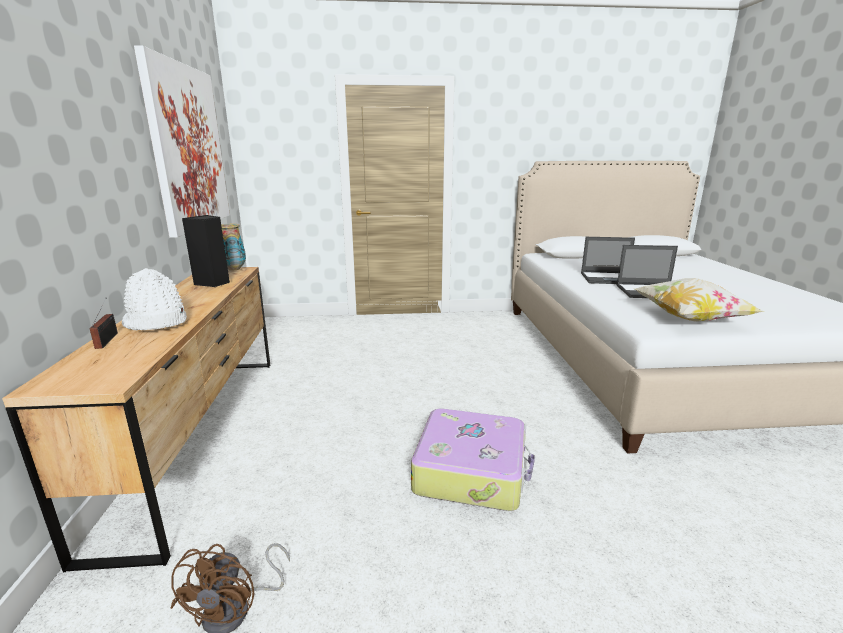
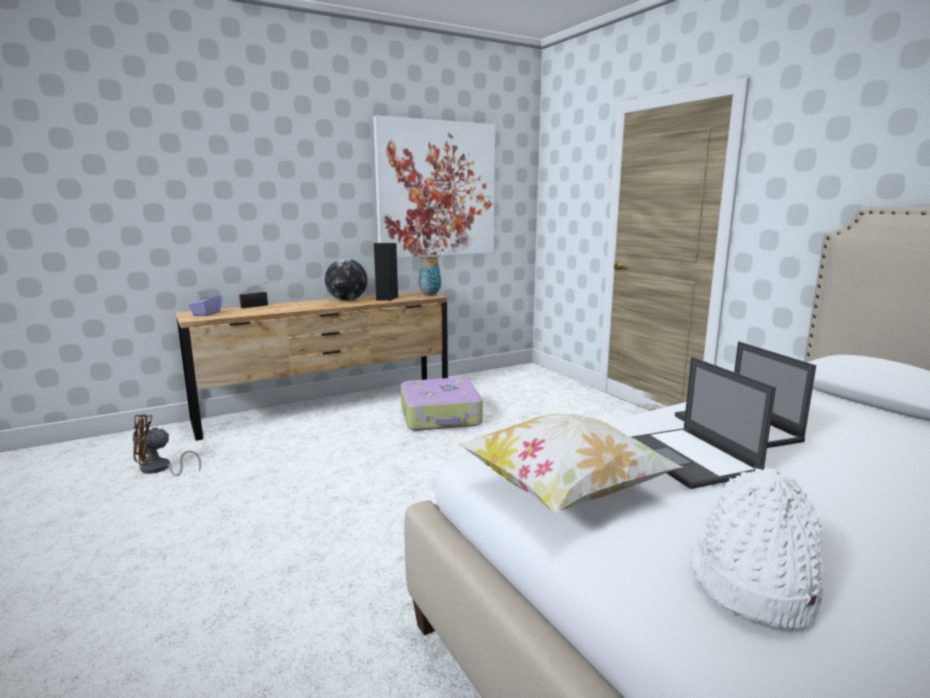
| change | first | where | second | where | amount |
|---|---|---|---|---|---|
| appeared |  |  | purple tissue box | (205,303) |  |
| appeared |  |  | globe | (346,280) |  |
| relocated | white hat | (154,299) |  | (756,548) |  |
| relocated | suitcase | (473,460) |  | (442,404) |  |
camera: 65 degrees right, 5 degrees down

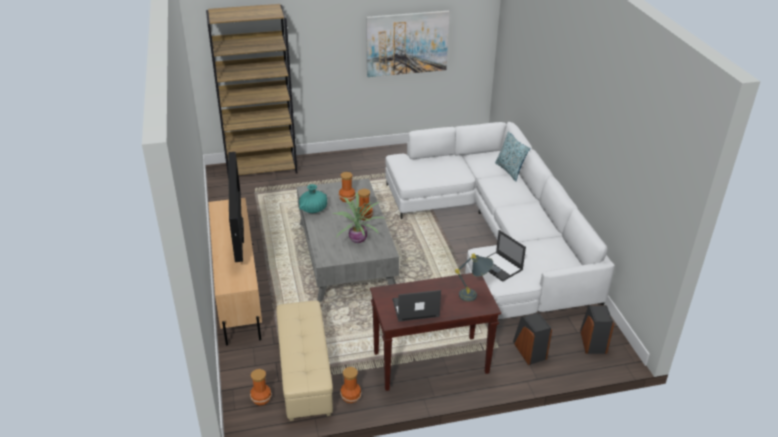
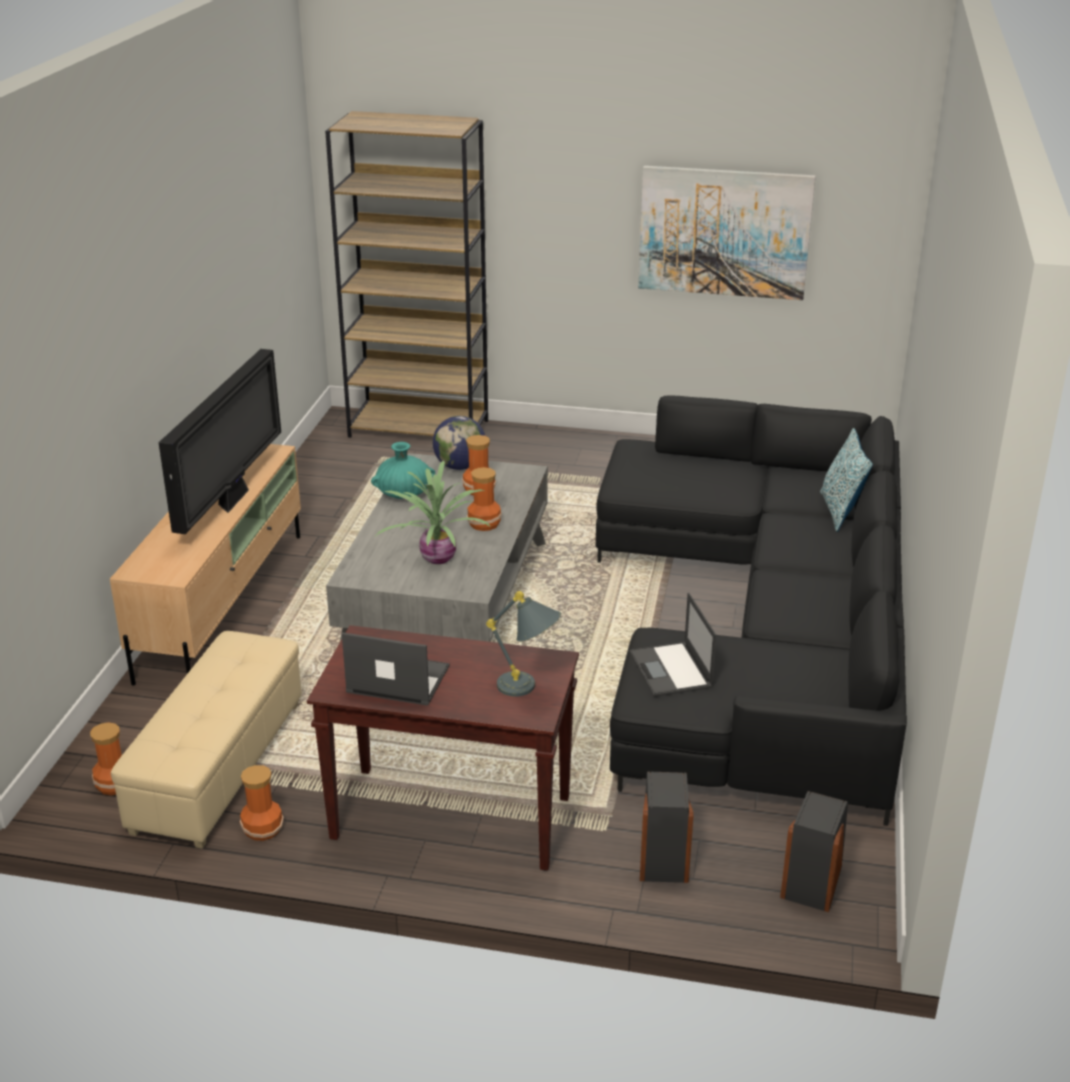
| change | first | where | second | where | amount |
|---|---|---|---|---|---|
| appeared |  |  | globe | (459,443) |  |
| colour | white sofa | (500,221) | black sofa | (751,610) |  |
camera: 25 degrees right, 5 degrees down

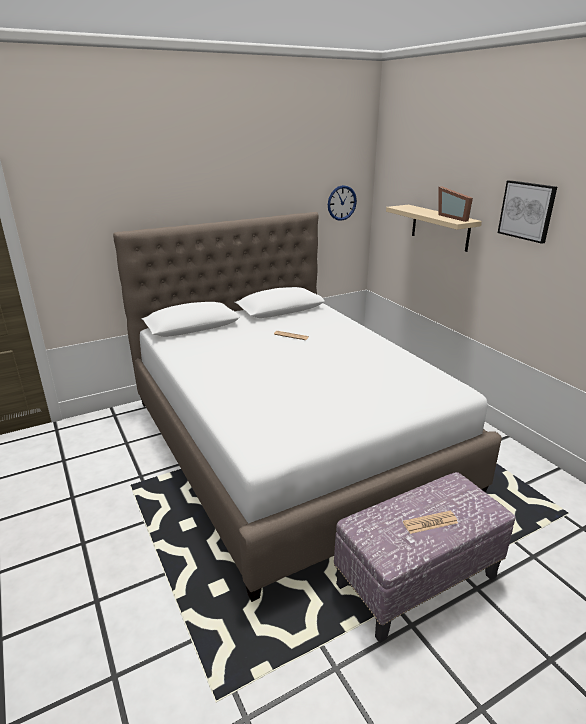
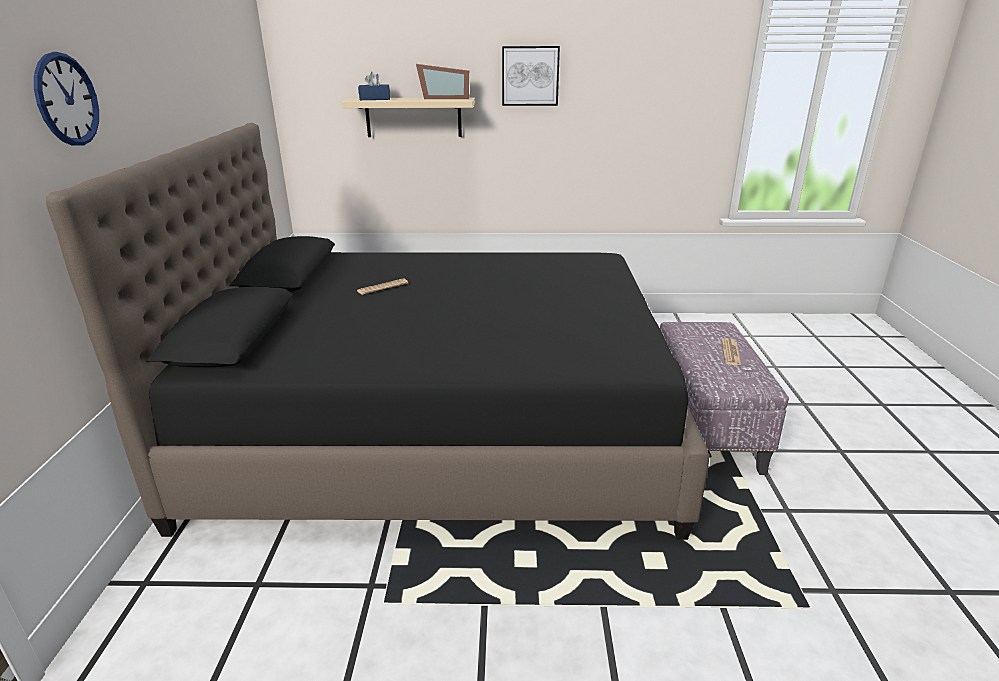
| change | first | where | second | where | amount |
|---|---|---|---|---|---|
| appeared |  |  | blue tissue box | (374,86) |  |
| relocated | wall clock | (342,203) |  | (66,99) |  |
| colour | white bed | (307,407) | black bed | (377,331) |  |
camera: 60 degrees left, 0 degrees up

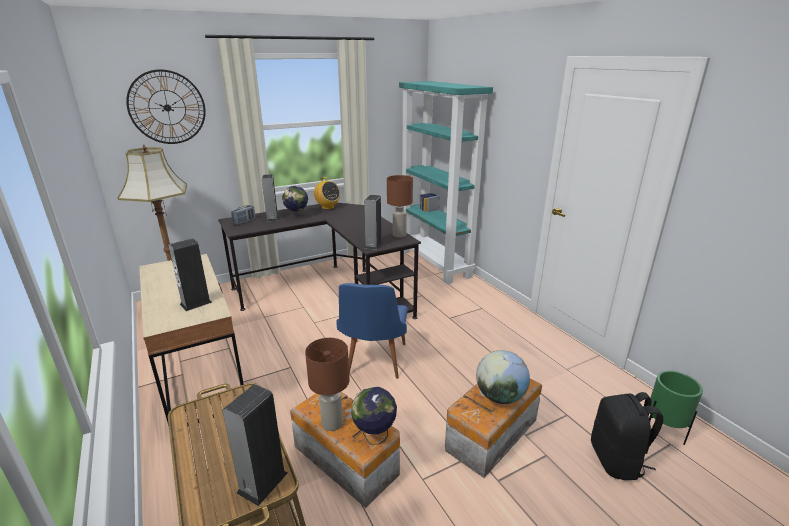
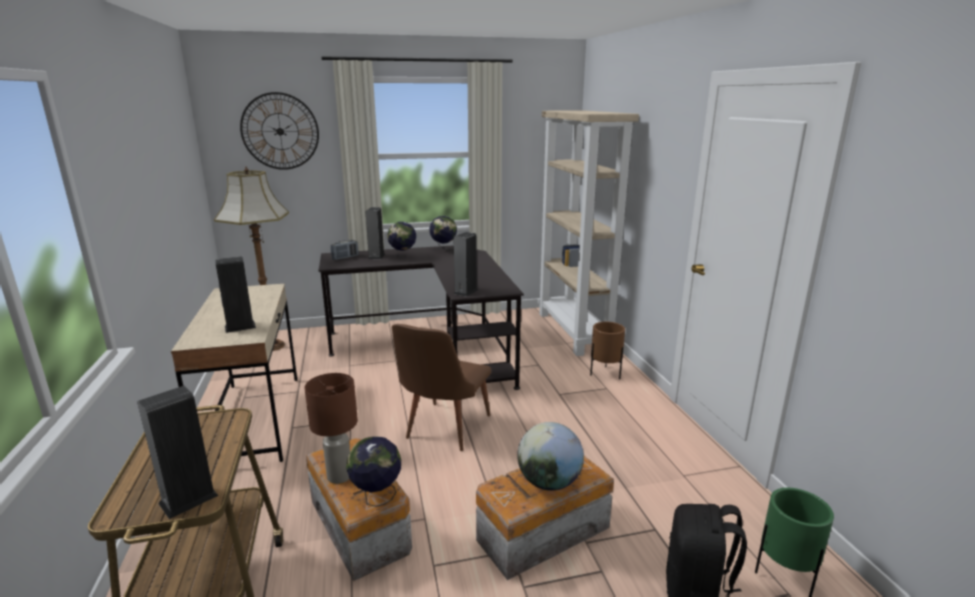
| change | first | where | second | where | amount |
|---|---|---|---|---|---|
| missing | brown table lamp | (400,206) |  |  |  |
| appeared |  |  | brown planter | (607,351) |  |
| exchanged | radio | (327,193) | globe | (443,233) |  |
| colour | blue chair | (372,331) | brown chair | (441,387) |  |
| colour | turquoise bookcase | (446,182) | beige bookcase | (588,233) |  |
camera: 15 degrees right, 5 degrees down

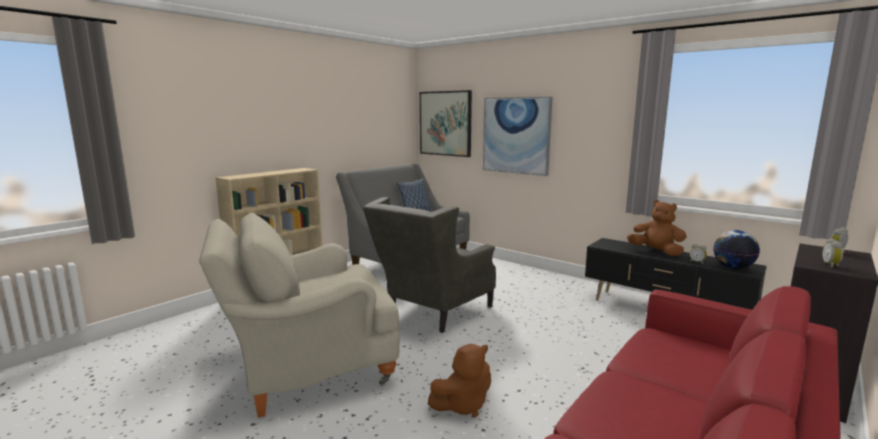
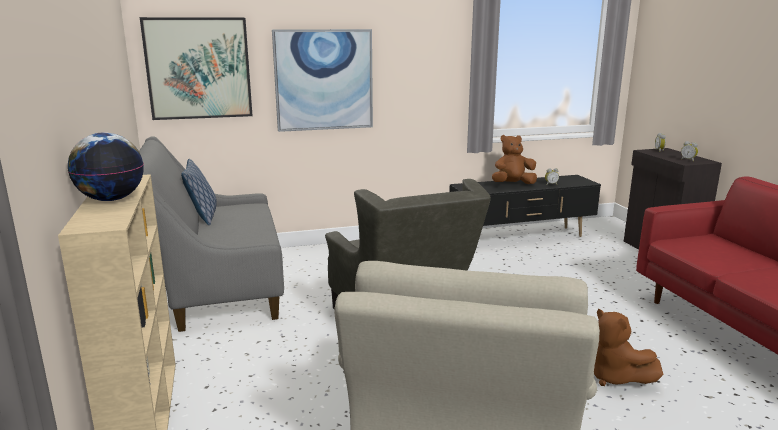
| change | first | where | second | where | amount |
|---|---|---|---|---|---|
| relocated | globe | (737,249) |  | (106,166) |  |
| spun | brown plush toy | (459,381) |  | (629,347) | 135 degrees clockwise |
camera: 55 degrees left, 5 degrees up

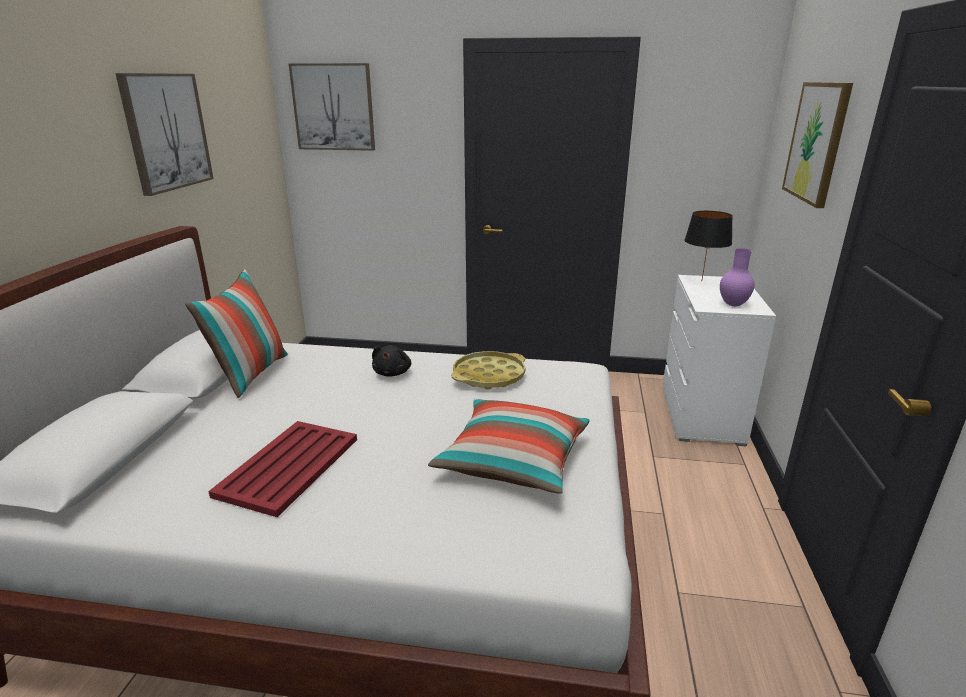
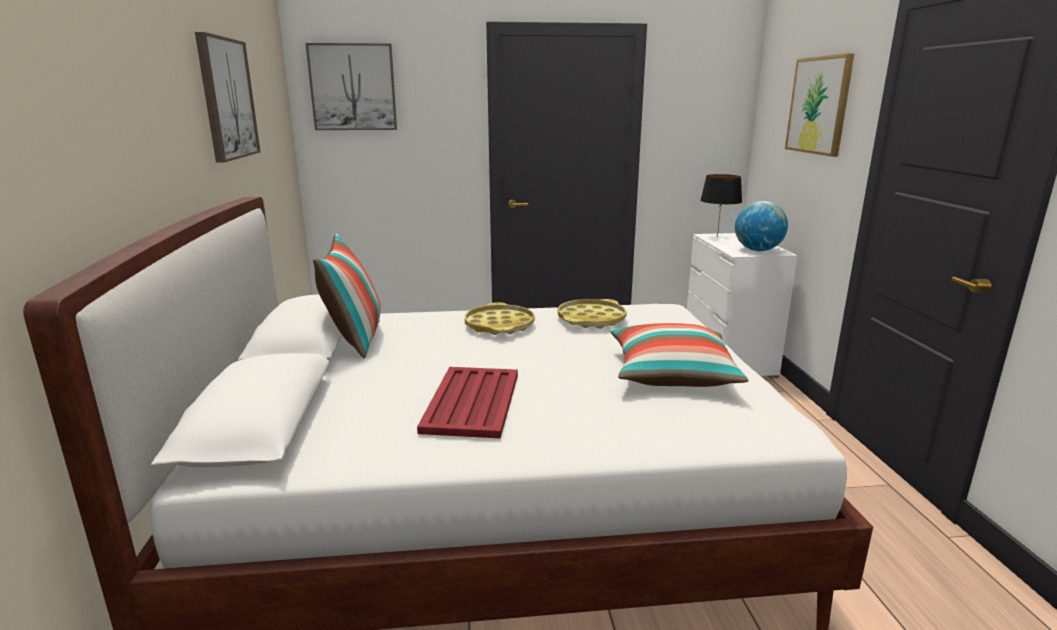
| change | first | where | second | where | amount |
|---|---|---|---|---|---|
| exchanged | black plush toy | (391,361) | yellow tray | (499,319) |  |
| exchanged | purple vase | (737,277) | globe | (761,226) |  |
camera: 15 degrees left, 5 degrees down

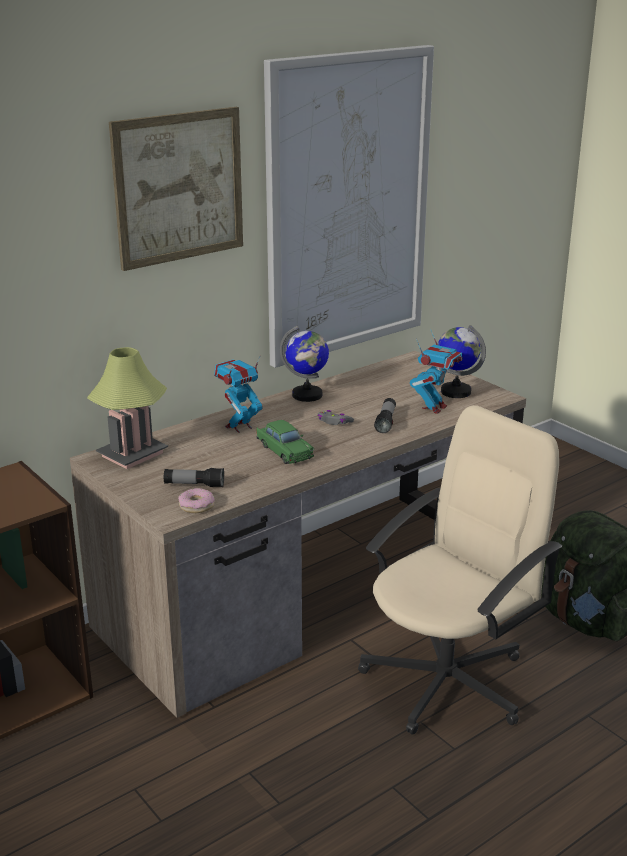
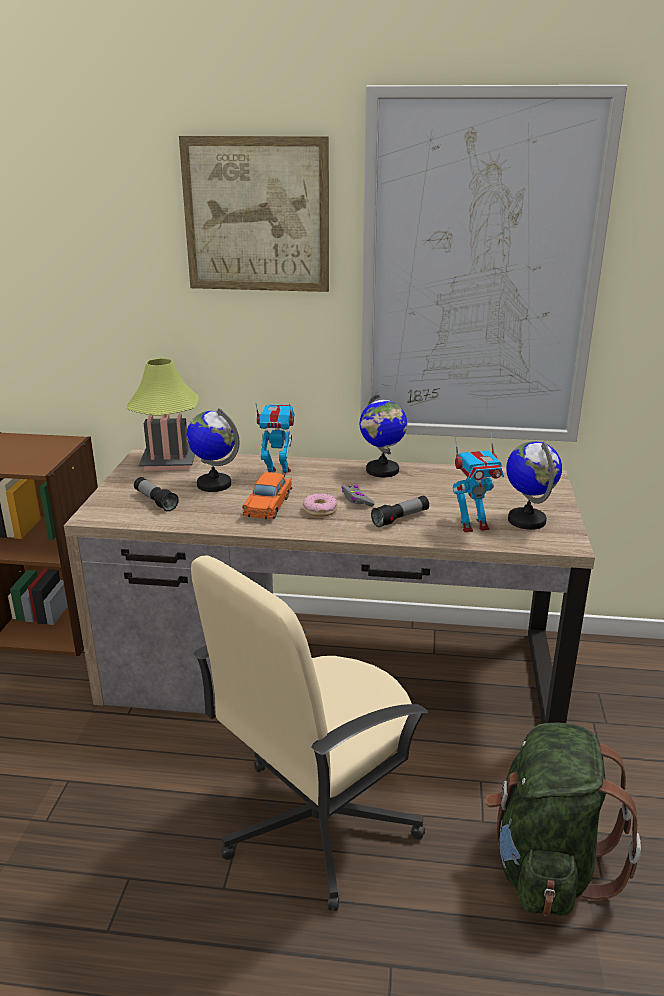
| change | first | where | second | where | amount |
|---|---|---|---|---|---|
| appeared |  |  | globe | (212,450) |  |
| relocated | donut | (196,500) |  | (320,505) |  |
| colour | green toy car | (285,442) | orange toy car | (267,495) |  |
| spun | beige office chair | (460,570) |  | (309,733) | 135 degrees clockwise |
camera: 45 degrees right, 0 degrees up

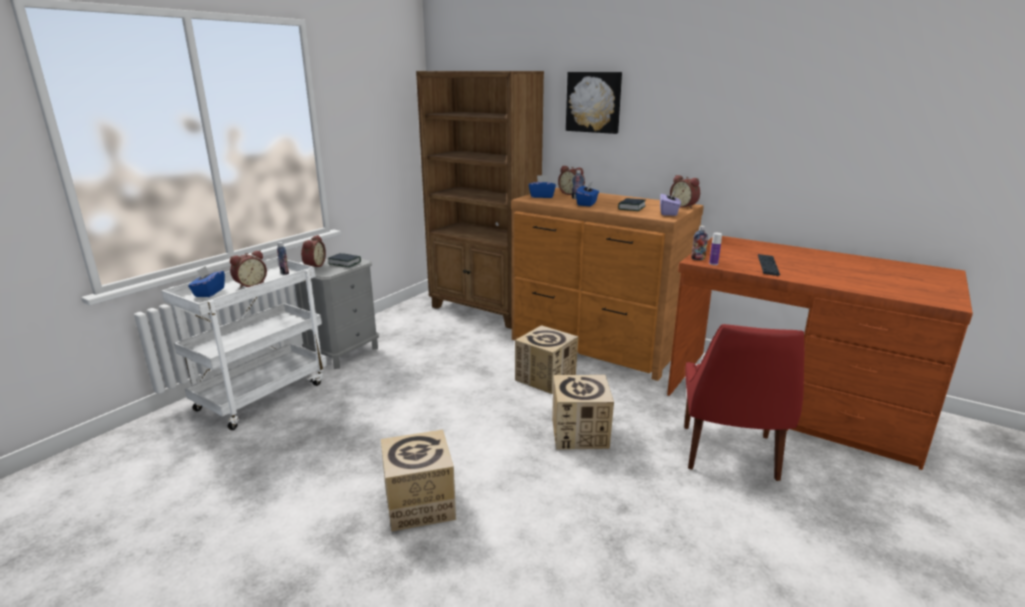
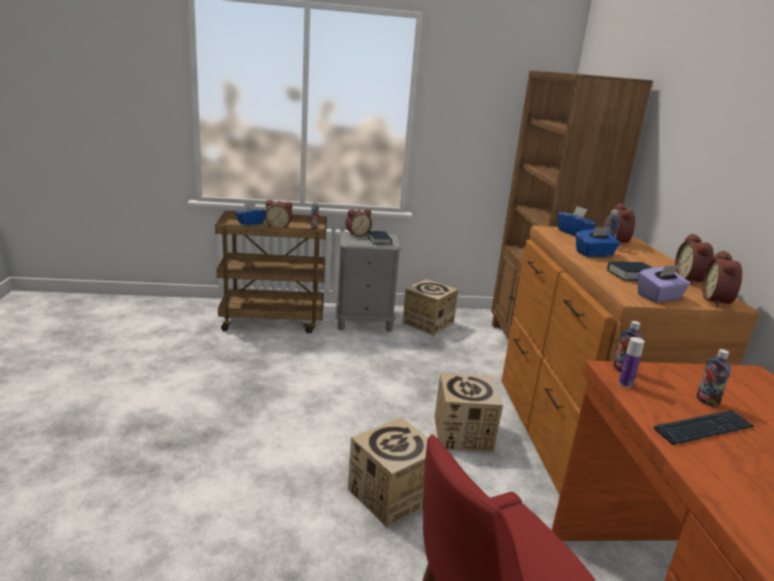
| change | first | where | second | where | amount |
|---|---|---|---|---|---|
| missing | picture | (594,103) |  |  |  |
| appeared |  |  | alarm clock | (694,260) |  |
| appeared |  |  | bottle | (714,378) |  |
| relocated | cardboard box | (418,480) |  | (430,307) |  |
| colour | white cart | (244,343) | brown cart | (271,272) |  |
camera: 50 degrees right, 0 degrees up

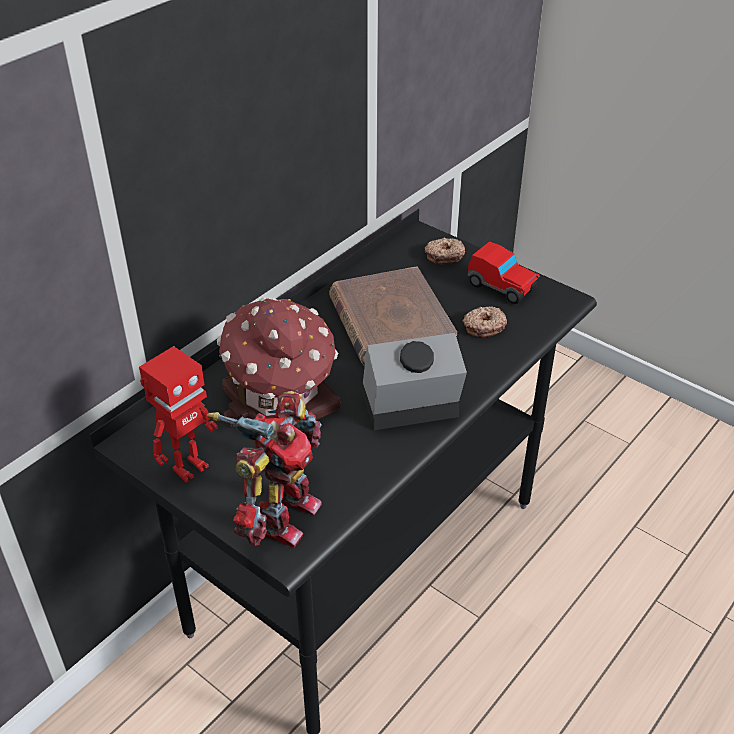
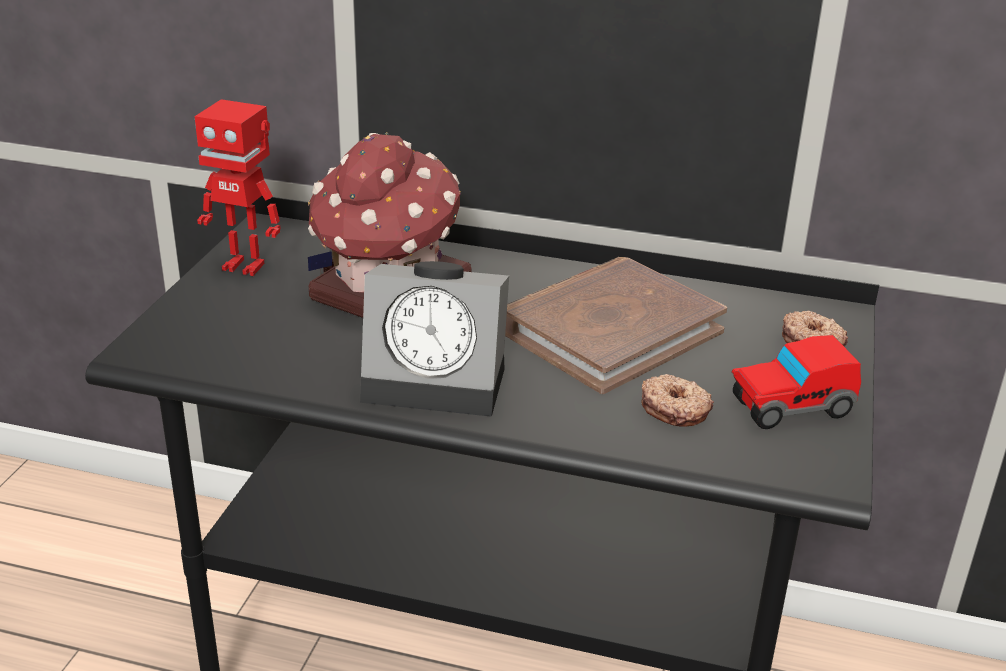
| change | first | where | second | where | amount |
|---|---|---|---|---|---|
| missing | toy robot | (264,469) |  |  |  |
| spun | alarm clock | (414,381) |  | (434,339) | 135 degrees clockwise |
| spun | toy car | (504,272) |  | (796,382) | 60 degrees clockwise |
camera: 65 degrees right, 10 degrees down

